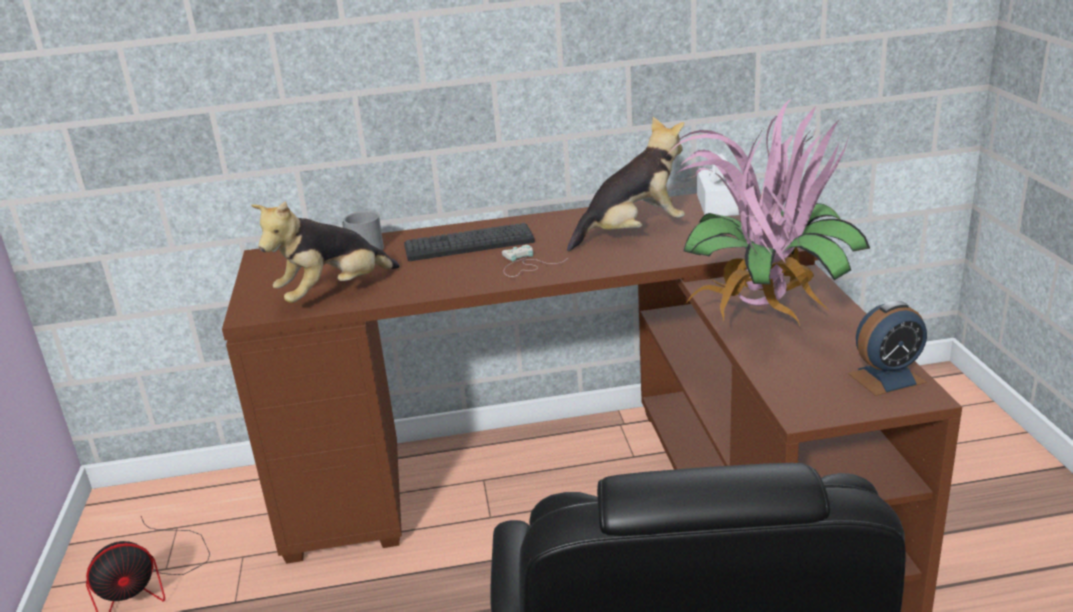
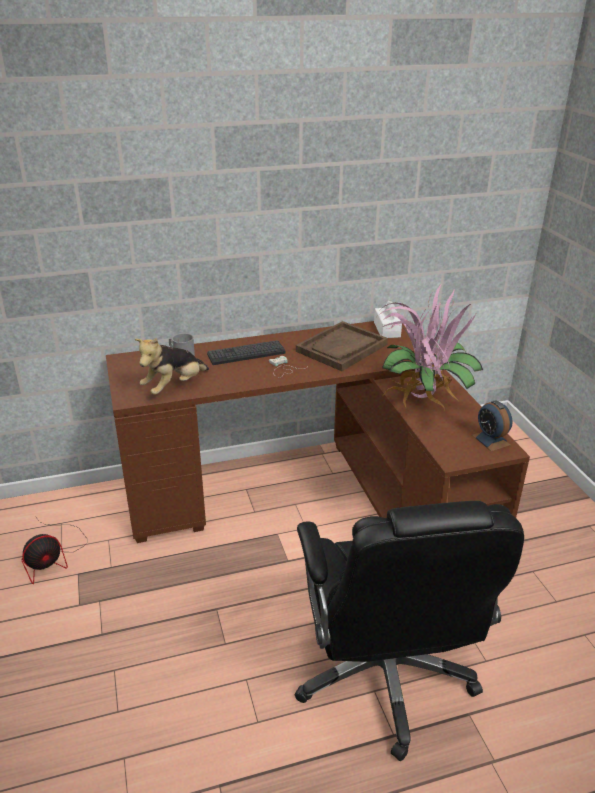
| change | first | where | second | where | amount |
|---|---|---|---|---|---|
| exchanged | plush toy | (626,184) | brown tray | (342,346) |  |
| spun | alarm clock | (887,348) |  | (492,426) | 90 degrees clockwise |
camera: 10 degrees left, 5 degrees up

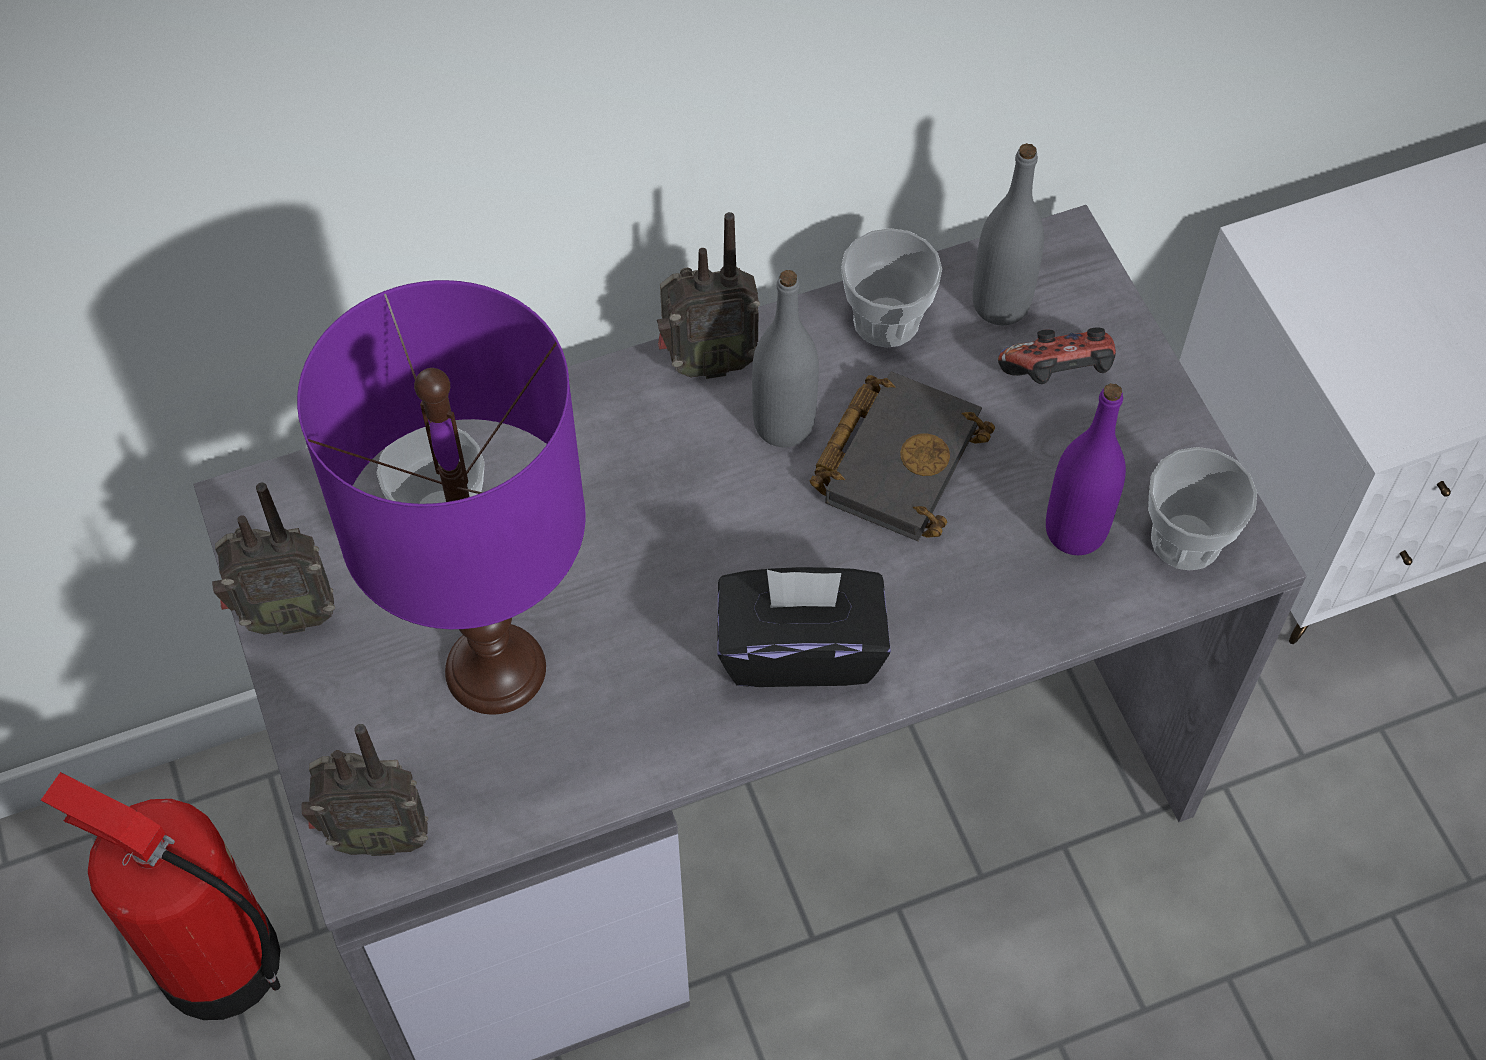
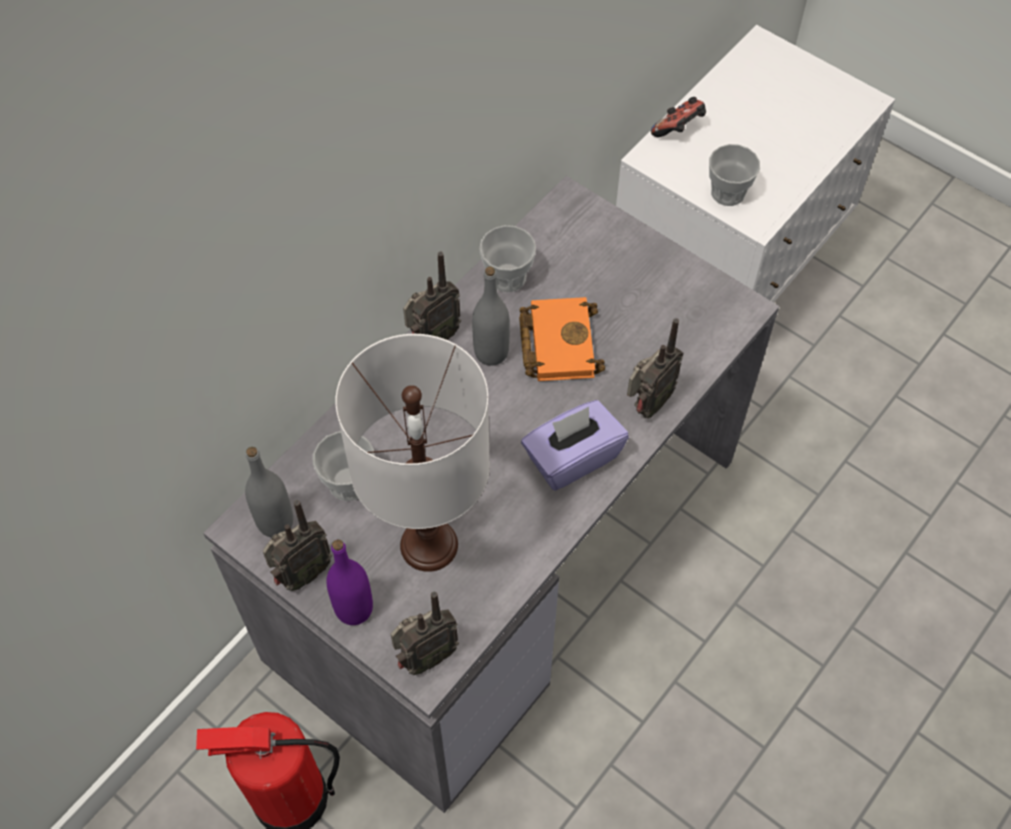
| change | first | where | second | where | amount |
|---|---|---|---|---|---|
| appeared |  |  | radio | (655,368) |  |
| relocated | grey bottle | (1008,234) |  | (269,492) |  |
| relocated | game controller | (1057,355) |  | (678,117) |  |
| relocated | purple bottle | (1086,469) |  | (349,582) |  |
| relocated | cup | (1202,508) |  | (734,175) |  |
| colour | purple table lamp | (441,497) | white table lamp | (412,453) |  |
| colour | black tissue box | (804,627) | purple tissue box | (575,445) |  |
| colour | black book | (902,456) | orange book | (562,339) |  |
camera: 30 degrees left, 0 degrees up

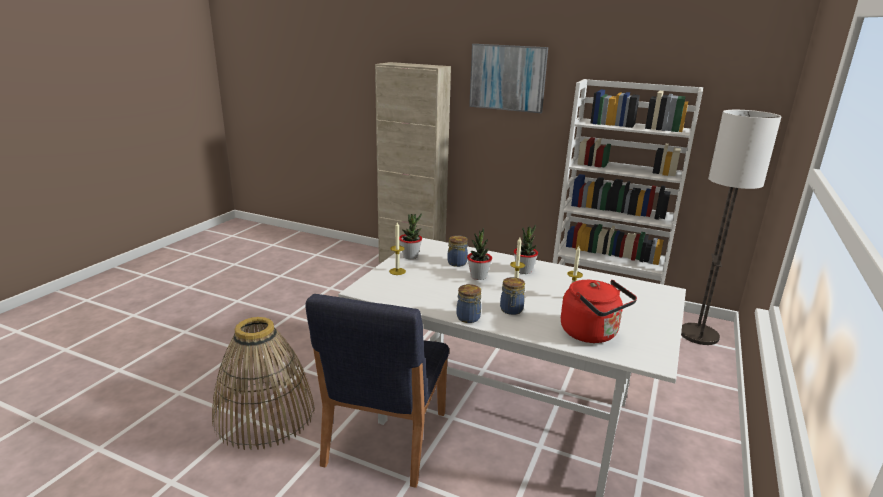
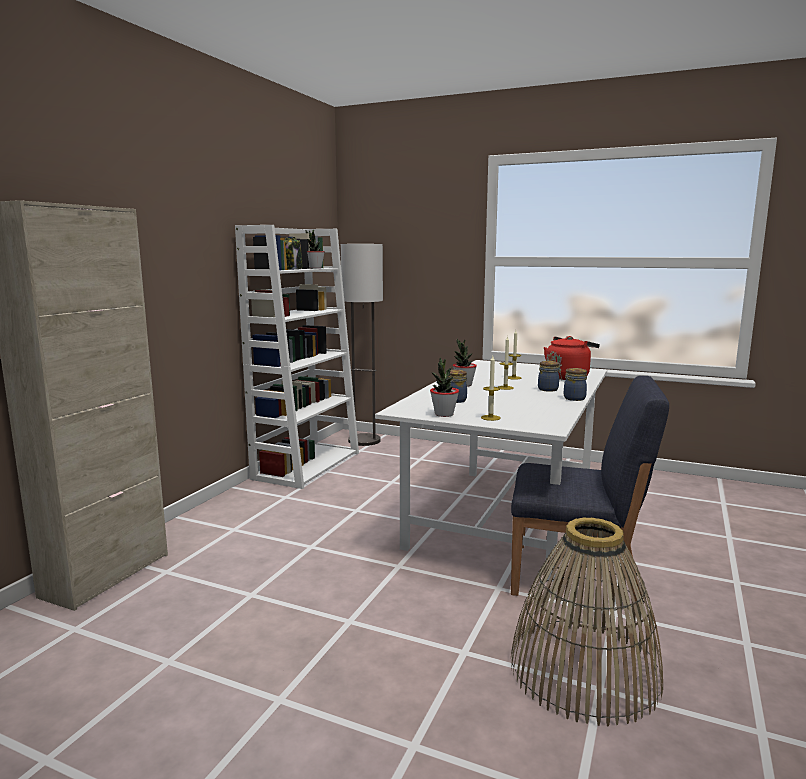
| change | first | where | second | where | amount |
|---|---|---|---|---|---|
| missing | picture | (508,78) |  |  |  |
| appeared |  |  | jar | (293,253) |  |
| relocated | potted plant | (479,254) |  | (315,249) |  |
camera: 90 degrees left, 10 degrees down

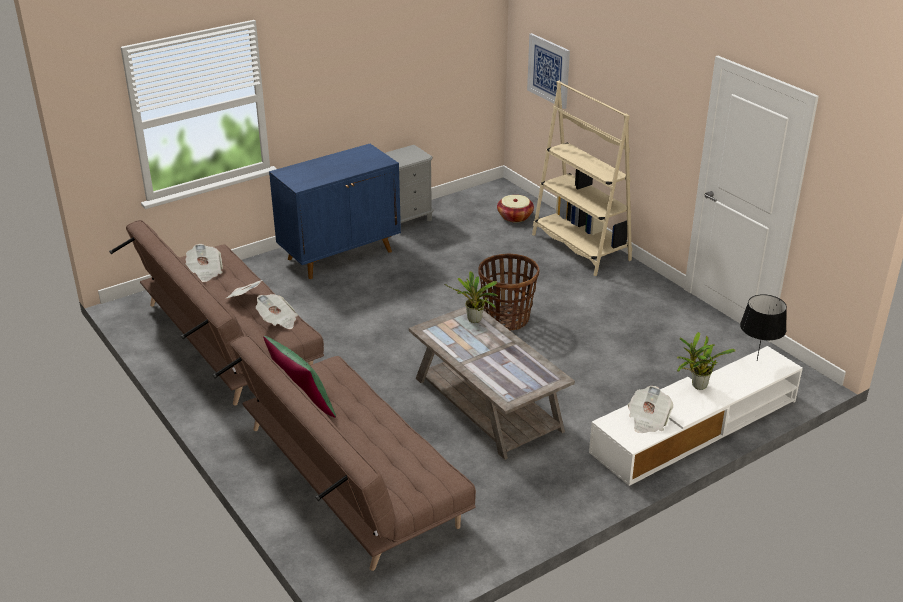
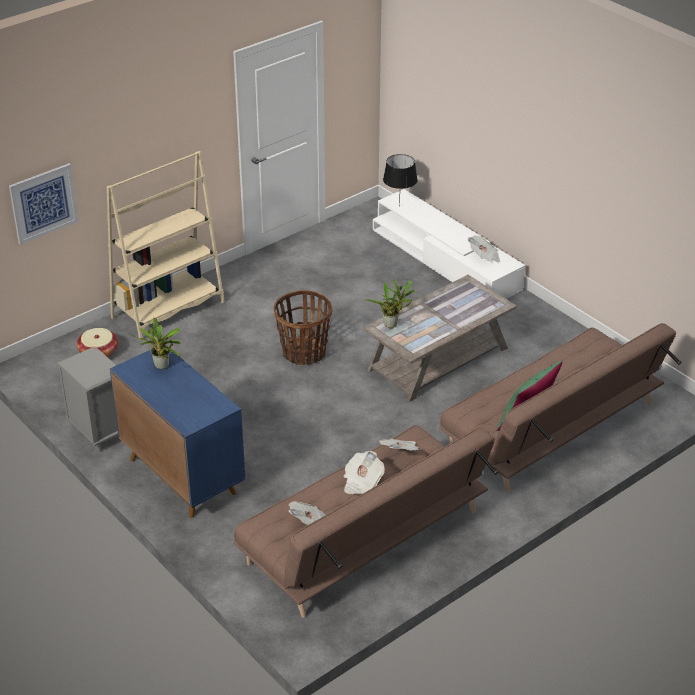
| change | first | where | second | where | amount |
|---|---|---|---|---|---|
| relocated | potted plant | (706,361) |  | (154,343) |  |
camera: 95 degrees left, 5 degrees up

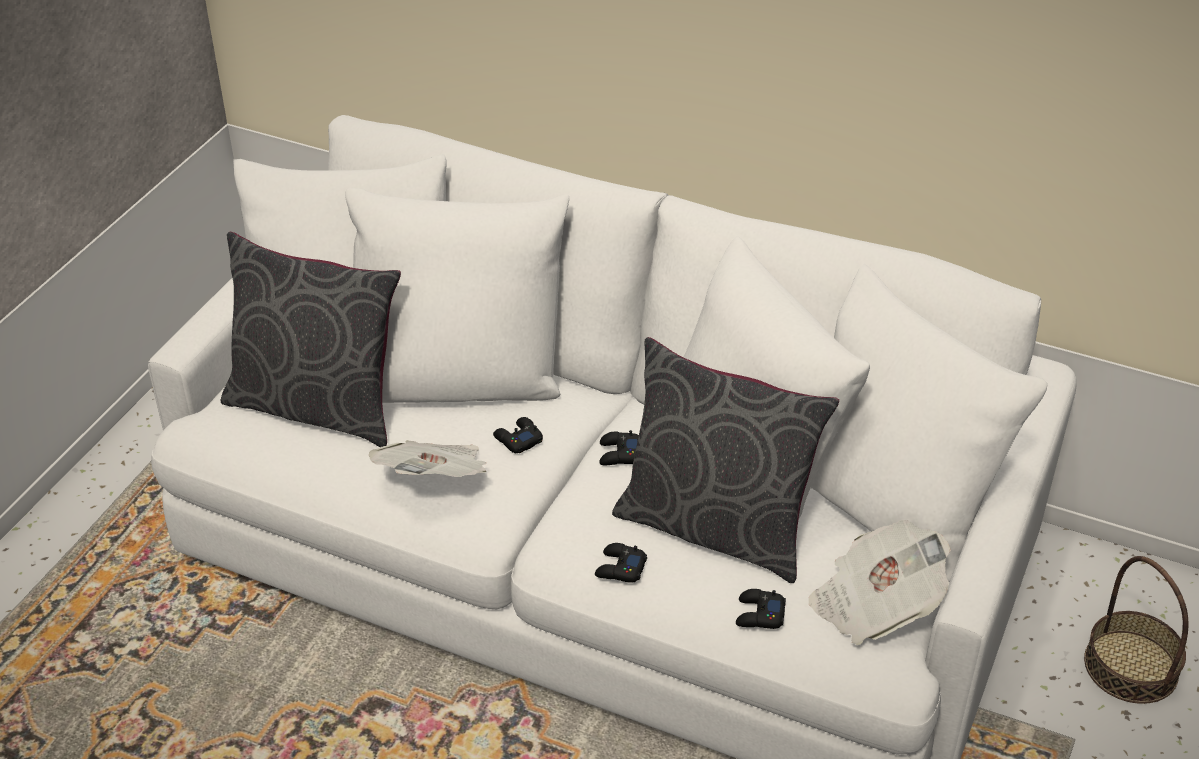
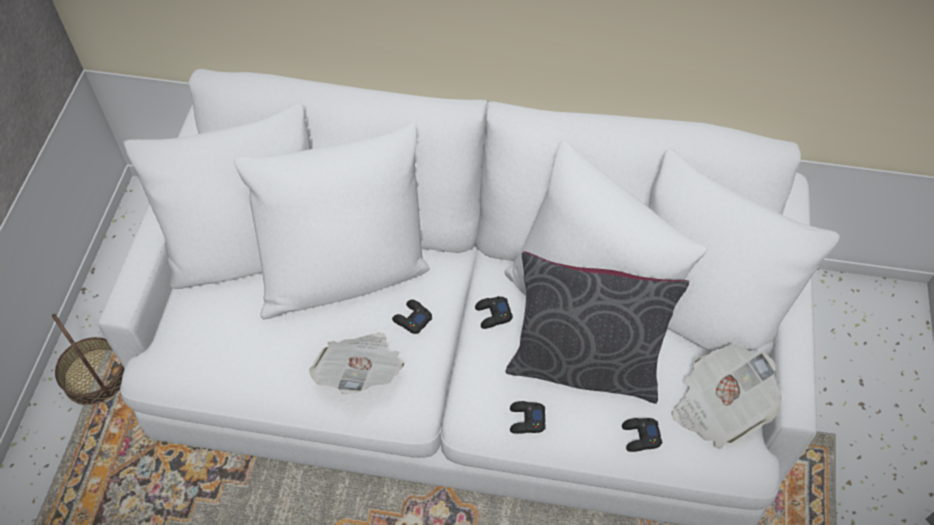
| change | first | where | second | where | amount |
|---|---|---|---|---|---|
| missing | grey pillow | (311,339) |  |  |  |
| relocated | basket | (1136,630) |  | (88,359) |  |
camera: 15 degrees left, 15 degrees up

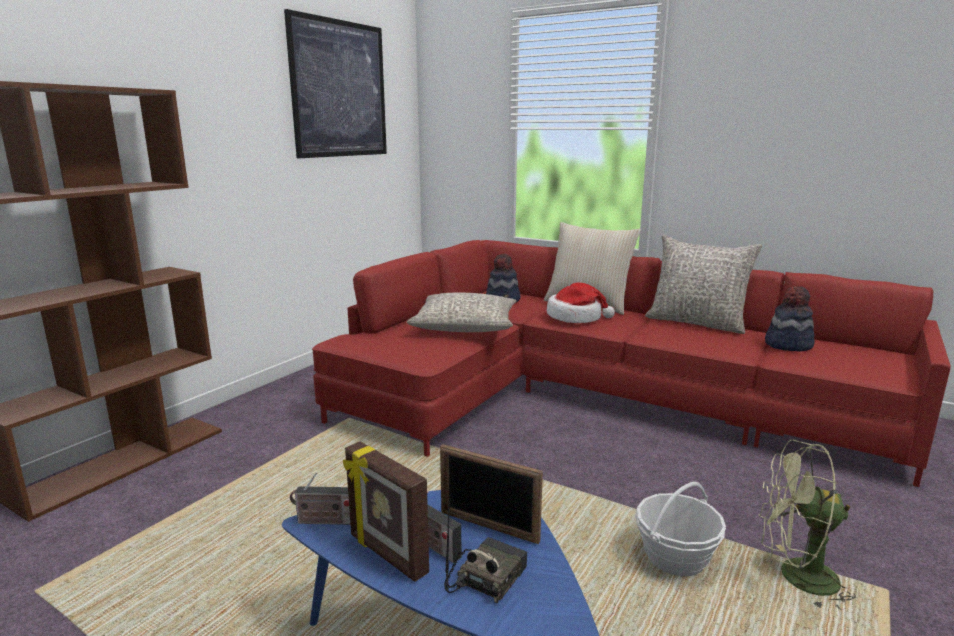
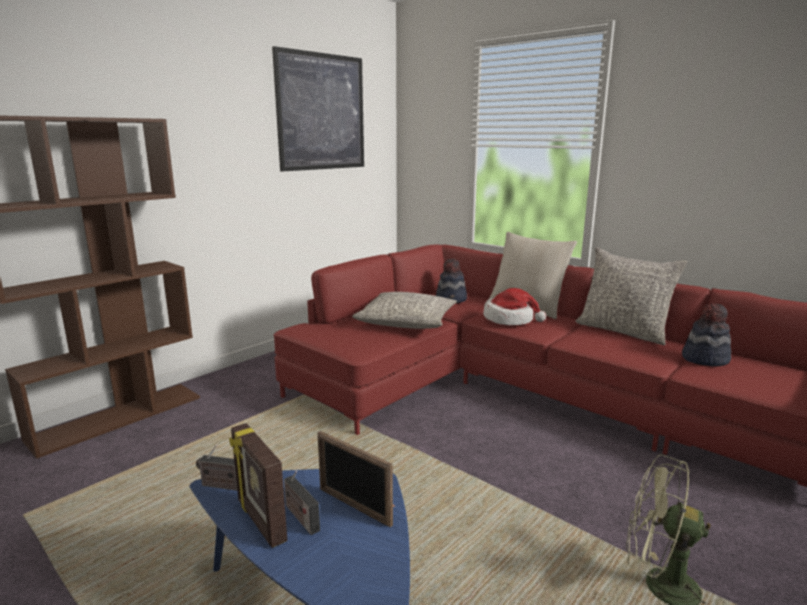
| change | first | where | second | where | amount |
|---|---|---|---|---|---|
| missing | radio | (485,552) |  |  |  |
| missing | basket | (680,529) |  |  |  |
camera: 10 degrees right, 0 degrees up

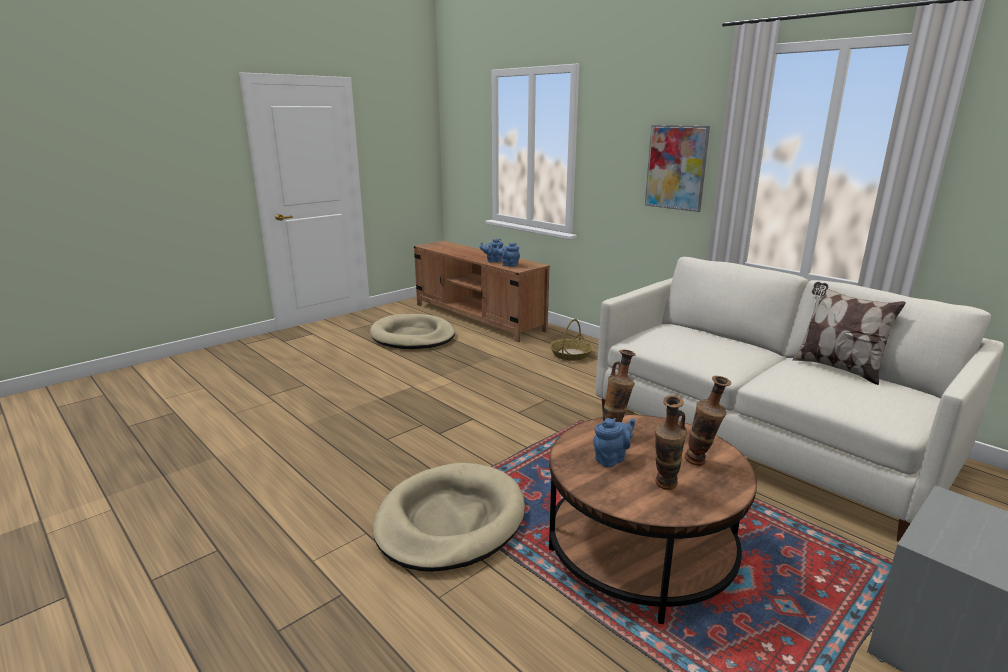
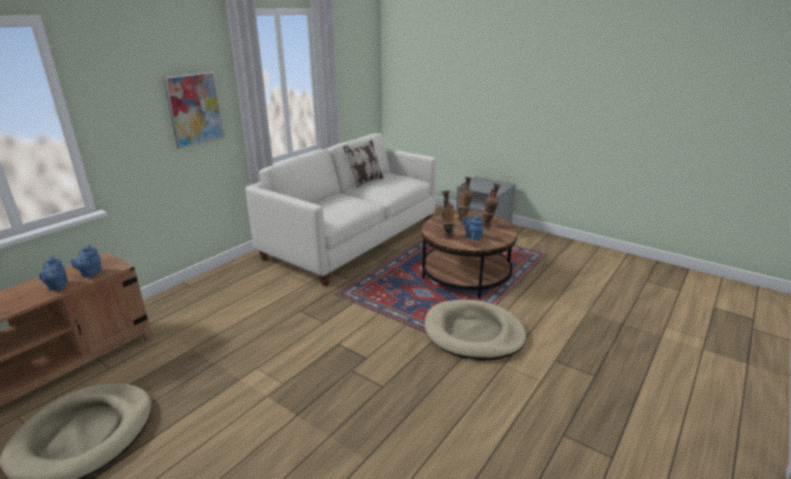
| change | first | where | second | where | amount |
|---|---|---|---|---|---|
| missing | basket | (571,340) |  |  |  |
camera: 100 degrees left, 5 degrees up

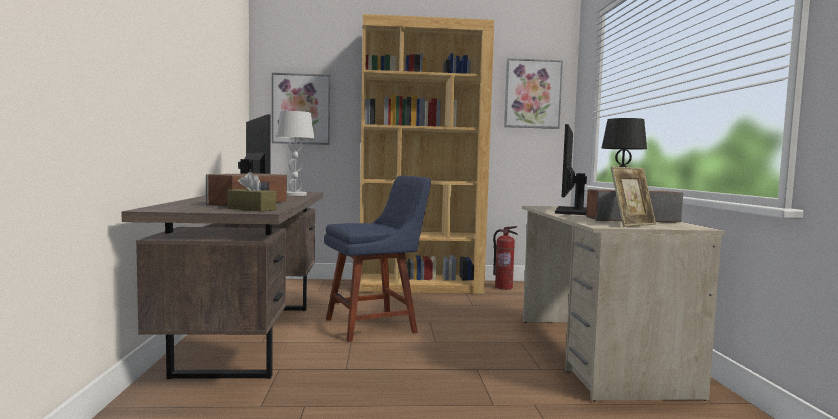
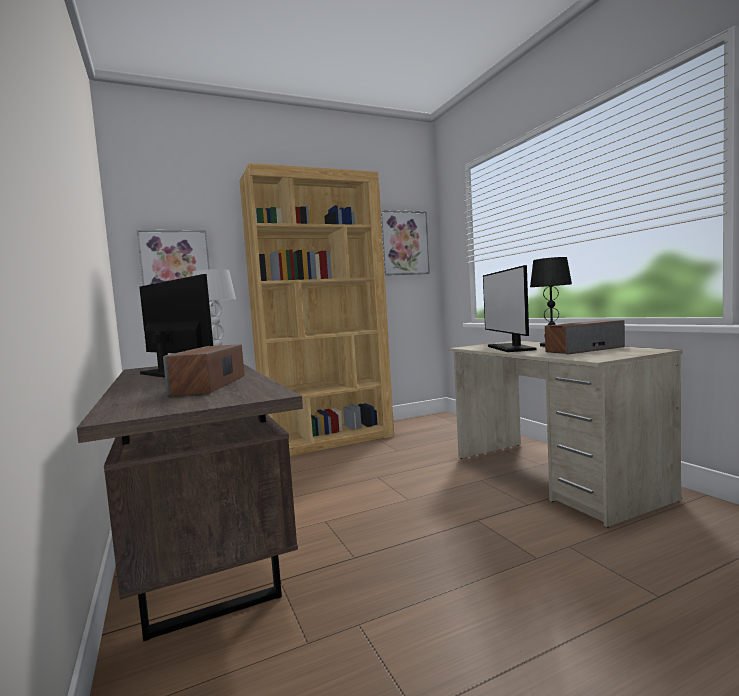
| change | first | where | second | where | amount |
|---|---|---|---|---|---|
| missing | brown tissue box | (251,191) |  |  |  |
| missing | blue chair | (377,259) |  |  |  |
| missing | fire extinguisher | (505,258) |  |  |  |
| missing | picture frame | (633,197) |  |  |  |
camera: 20 degrees left, 0 degrees up

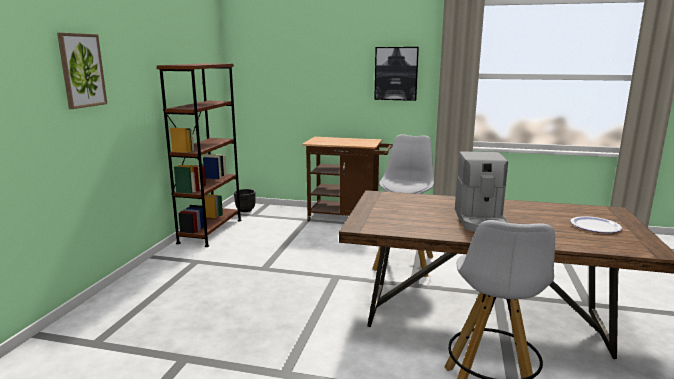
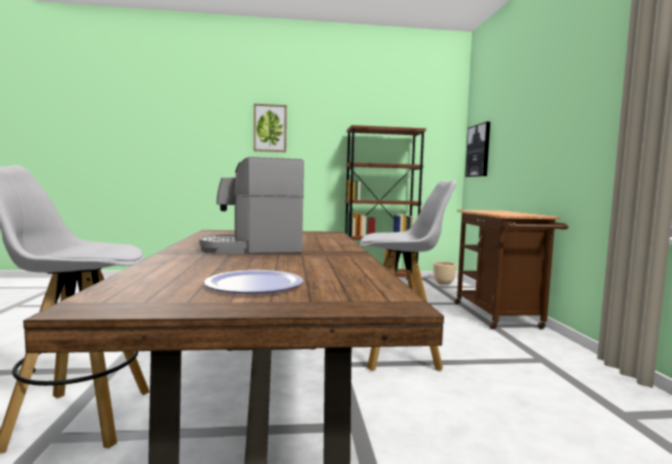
| change | first | where | second | where | amount |
|---|---|---|---|---|---|
| relocated | picture | (396,74) |  | (477,149) |  |
| colour | black planter | (245,200) | beige planter | (444,273) |  |
camera: 70 degrees right, 10 degrees down

